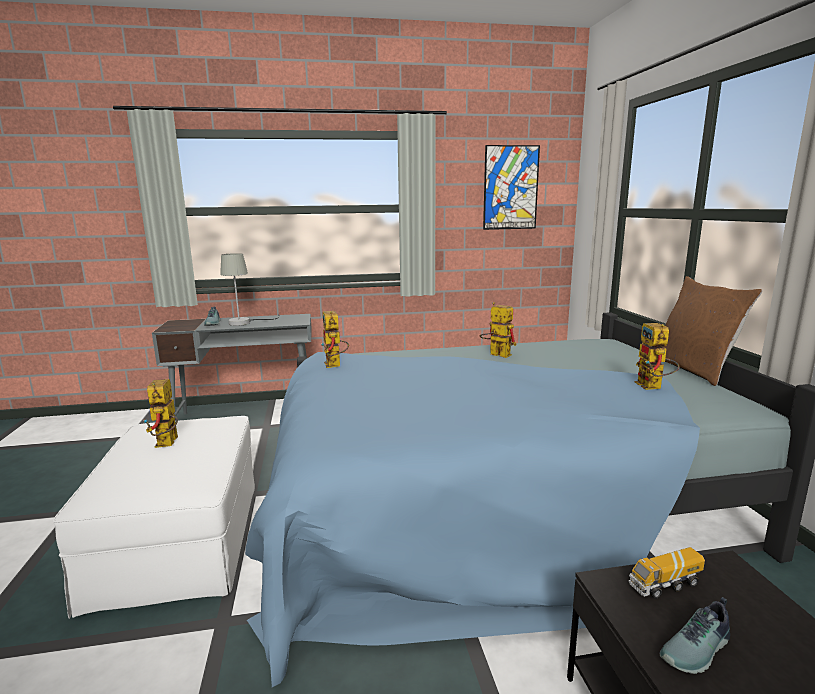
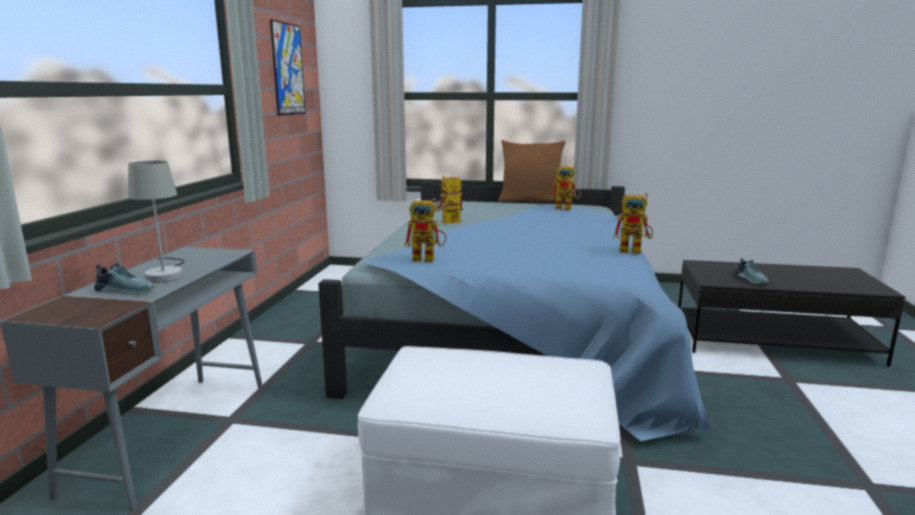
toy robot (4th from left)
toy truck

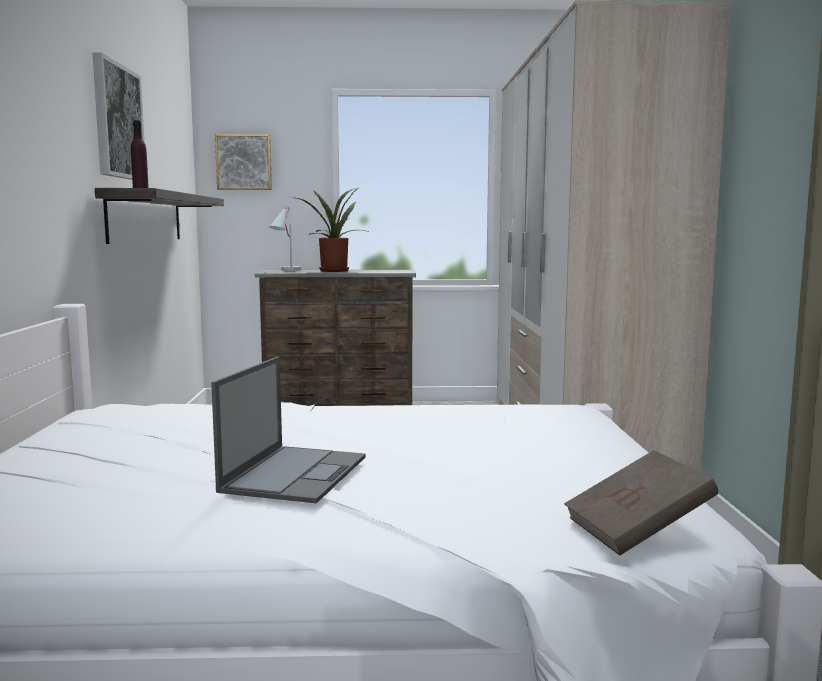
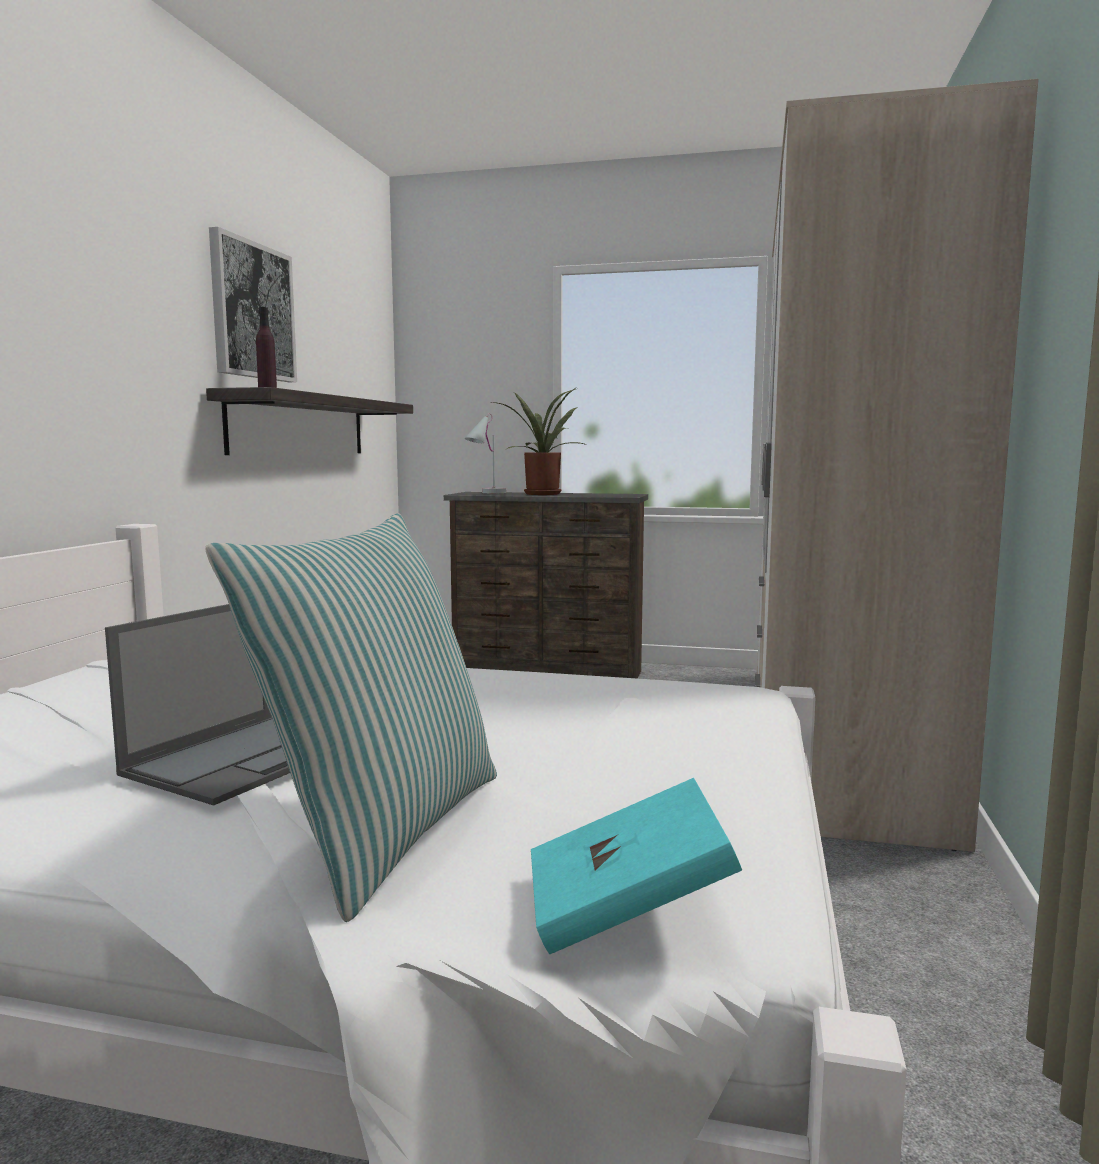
pillow
turquoise book
picture (2nd from left in the first image)

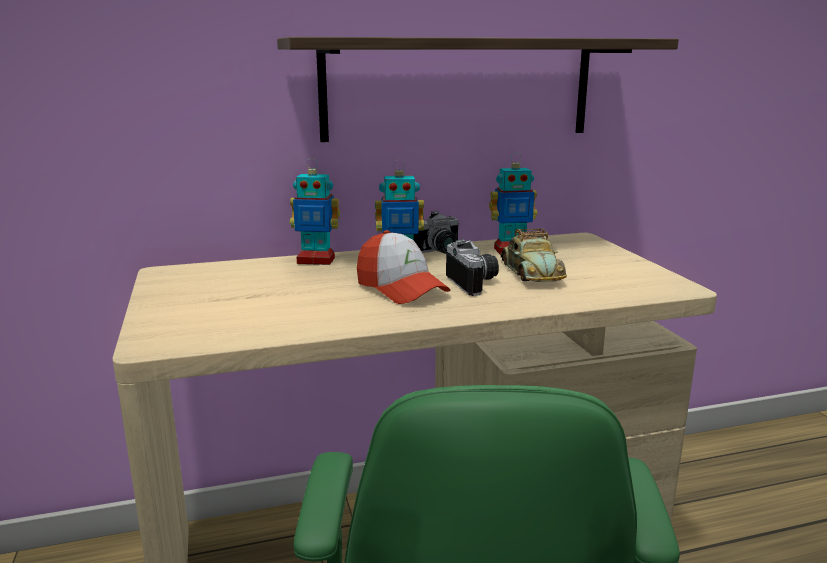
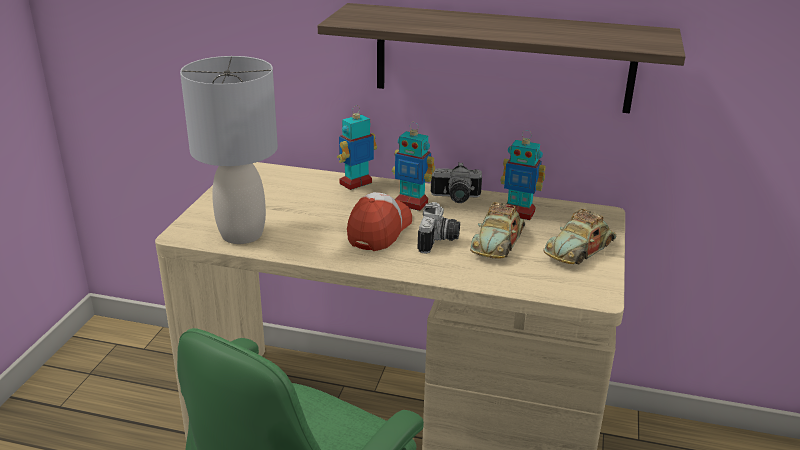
grey table lamp
toy robot (1st from left)
cap
toy car (2nd from left)

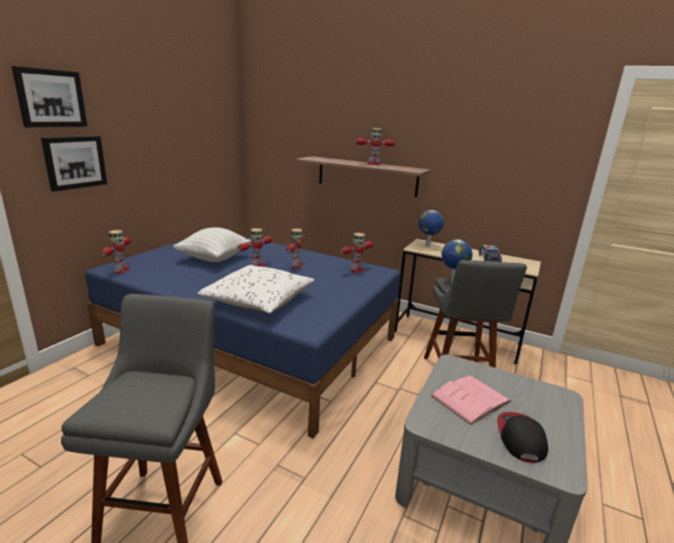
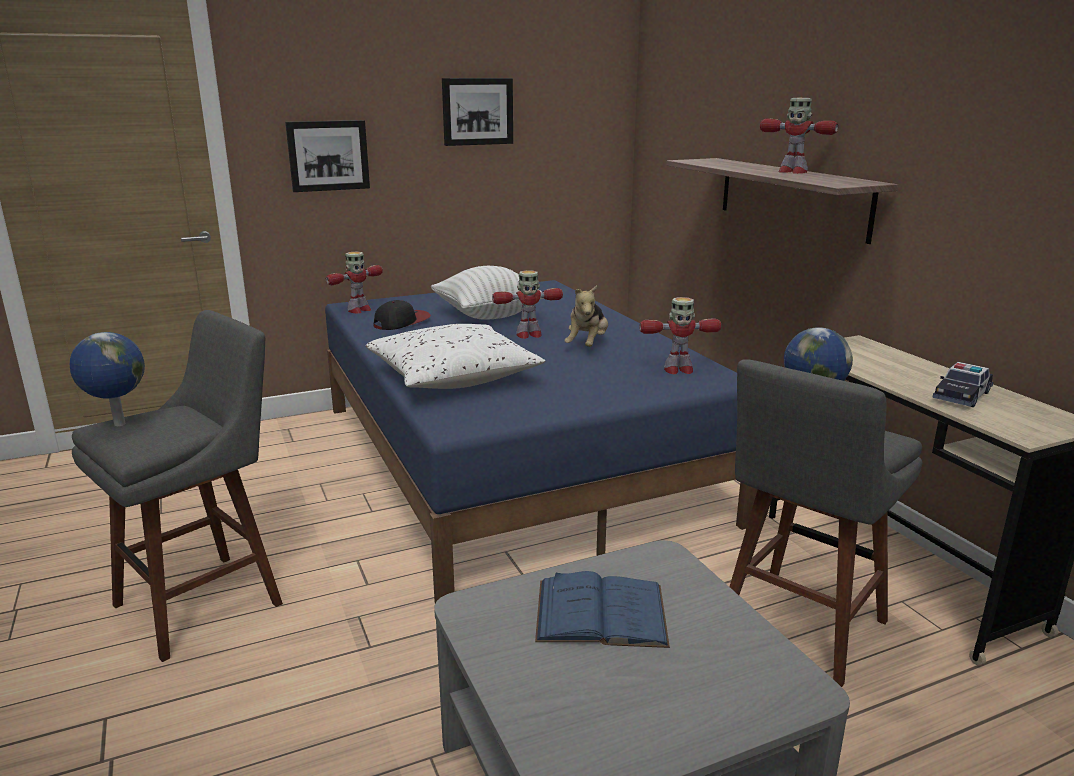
globe (1st from left)
cap
picture (2nd from left)
blue book
plush toy

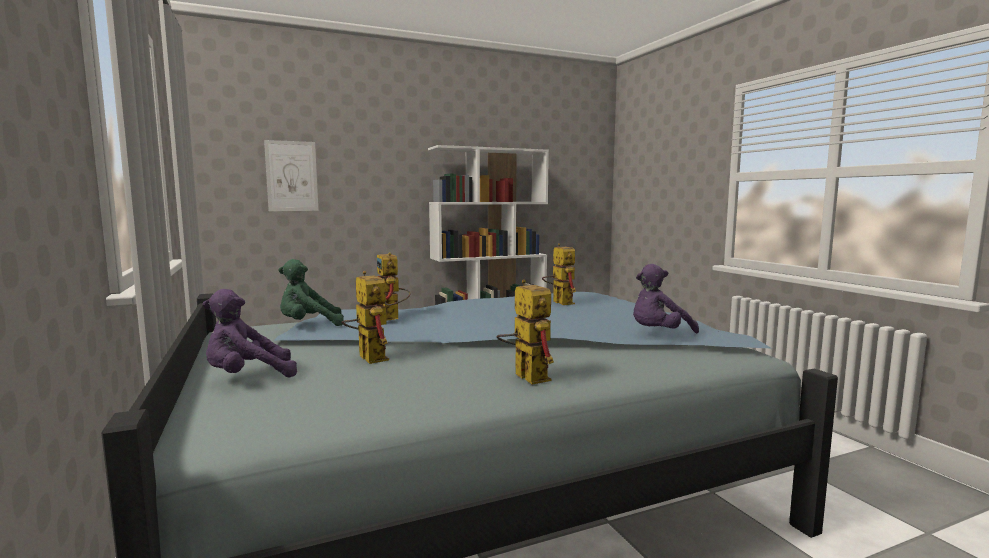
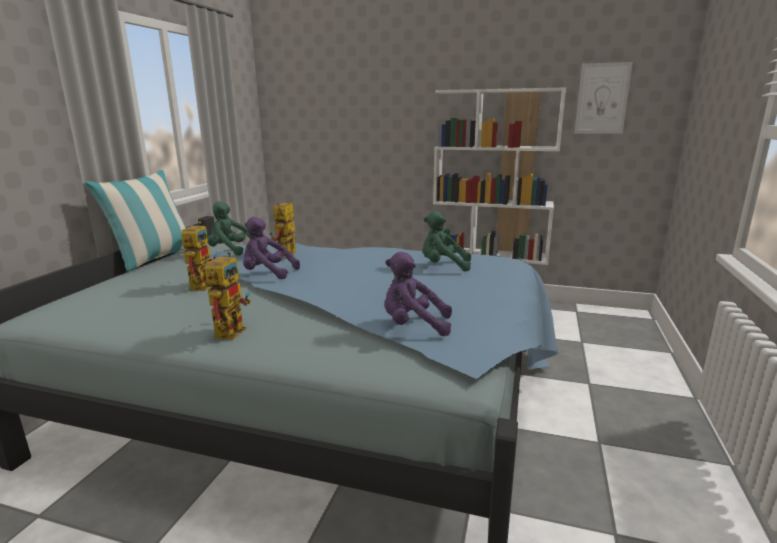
pillow
purple plush toy (1st from left)
green plush toy (2nd from left)
picture

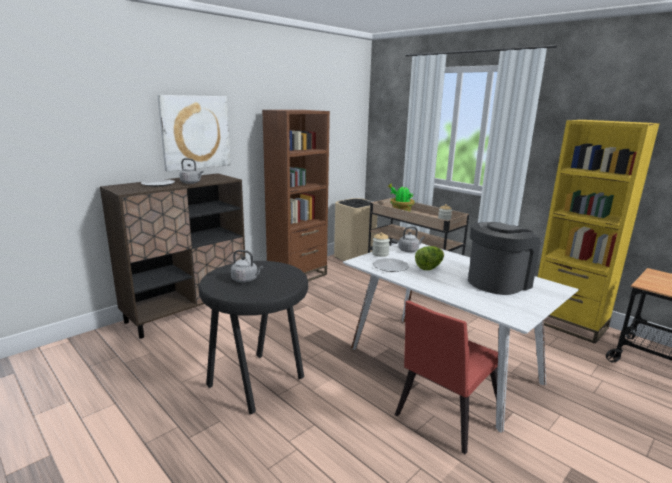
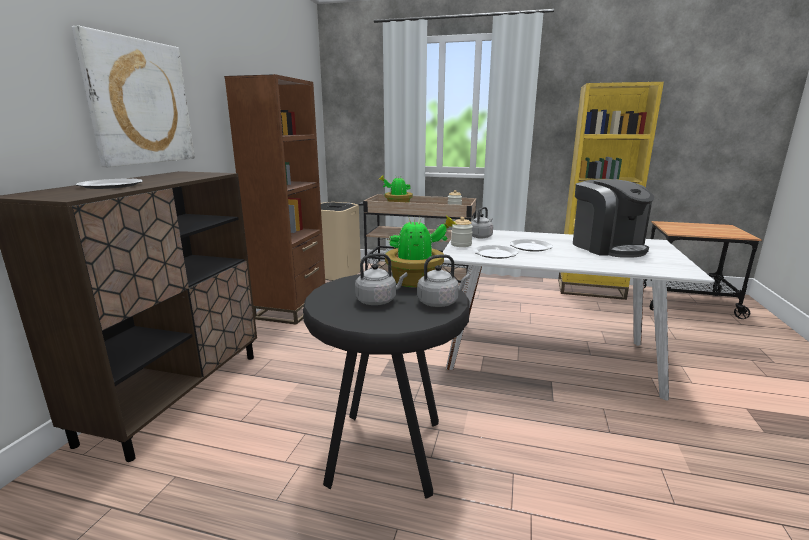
potted plant (2nd from left)
grey kettle (2nd from left)
plate (3rd from left)
coffee machine
red chair

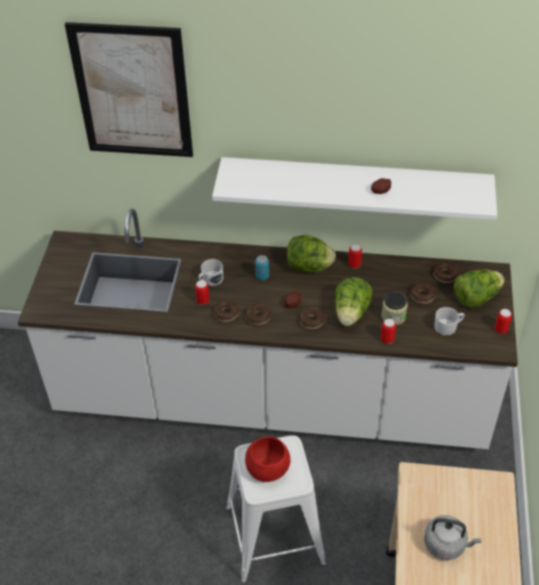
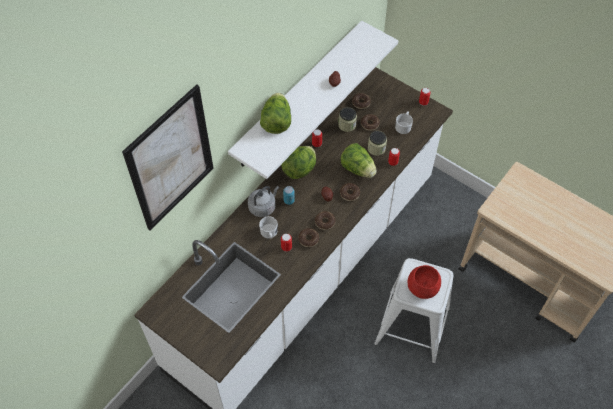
grey kettle
lettuce (1st from left)
jar (1st from left)

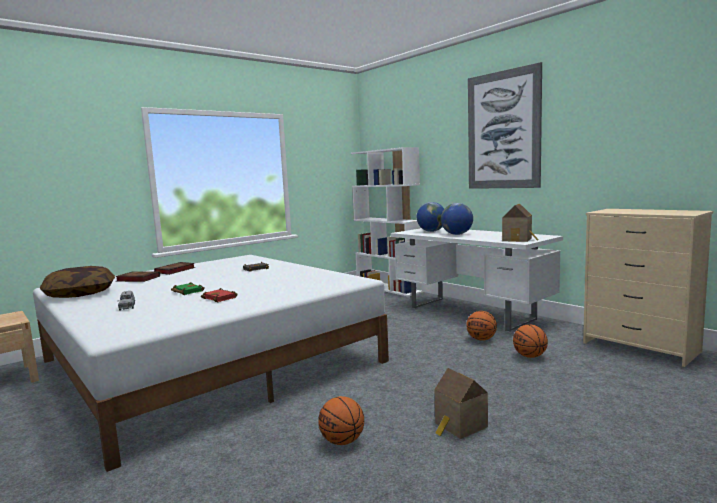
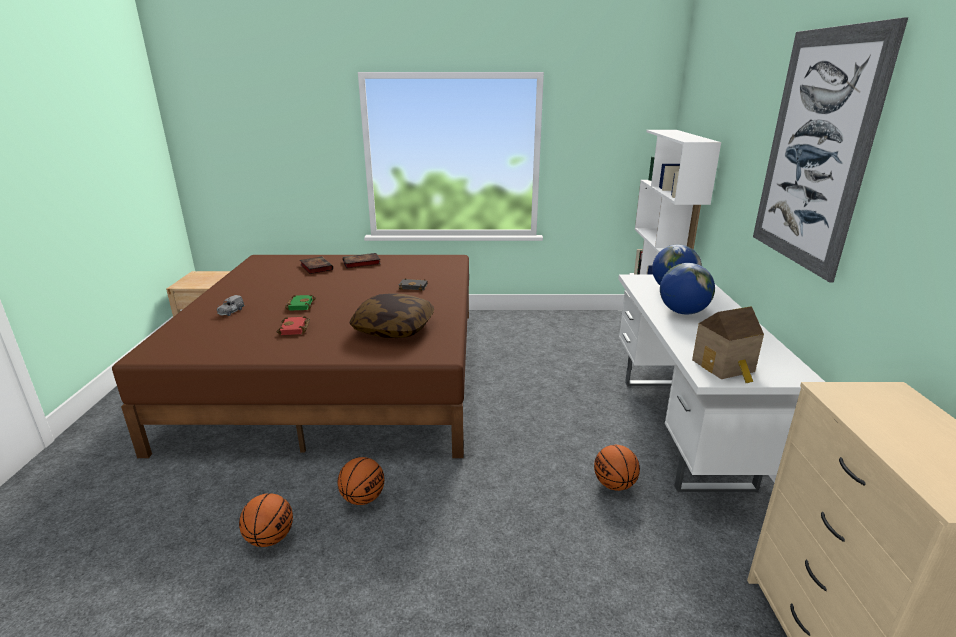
brown bed
basketball (2nd from left)
pillow
toy house (1st from left in the first image)

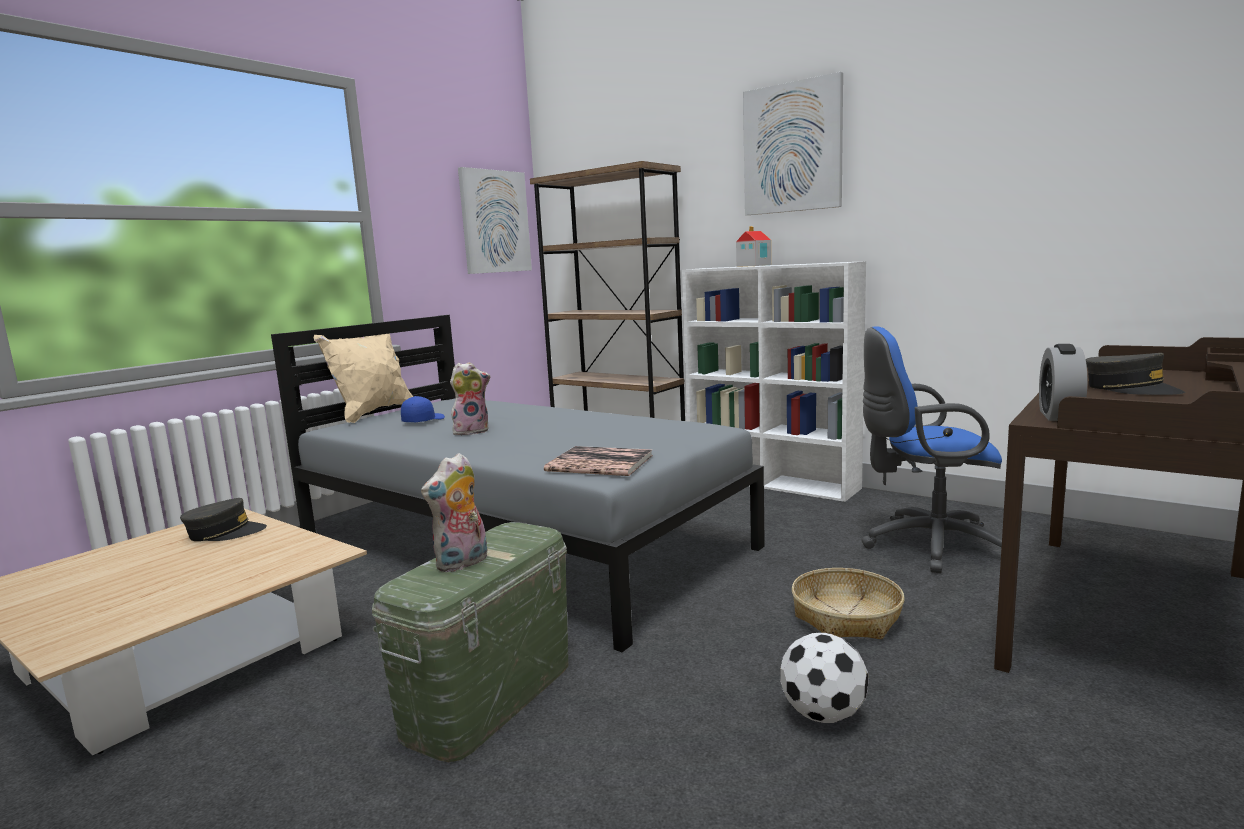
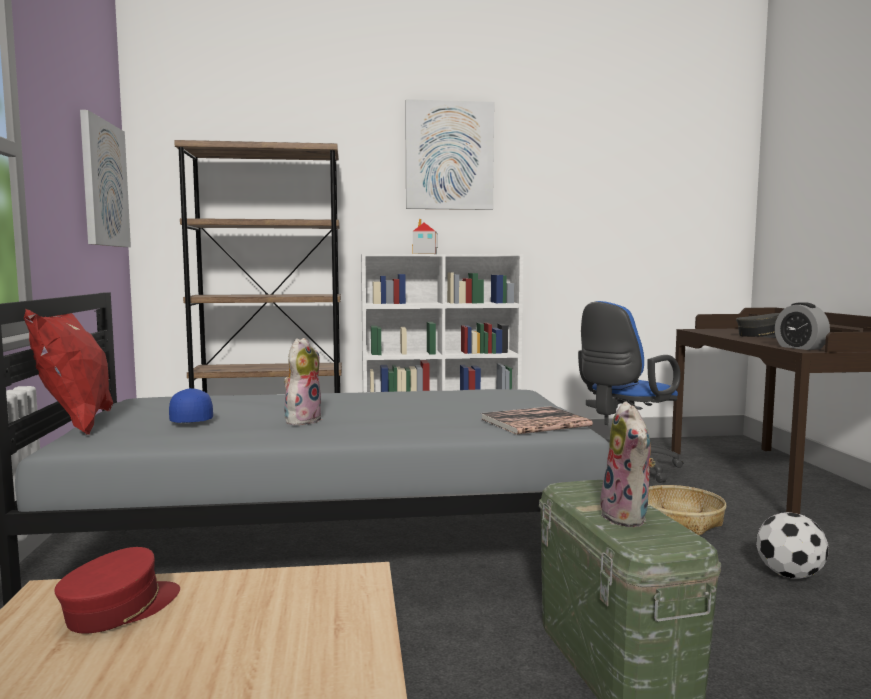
red pillow
red cap

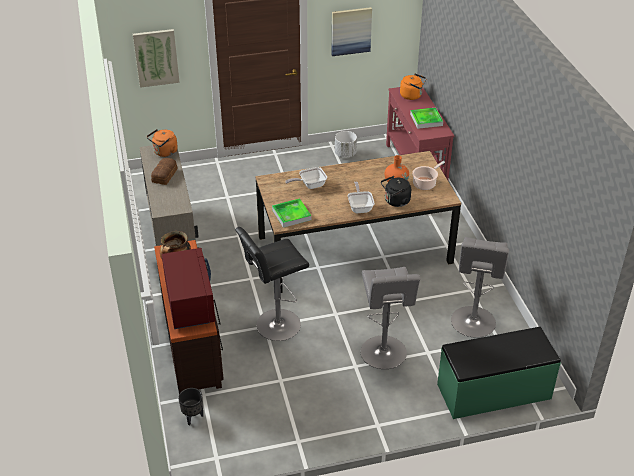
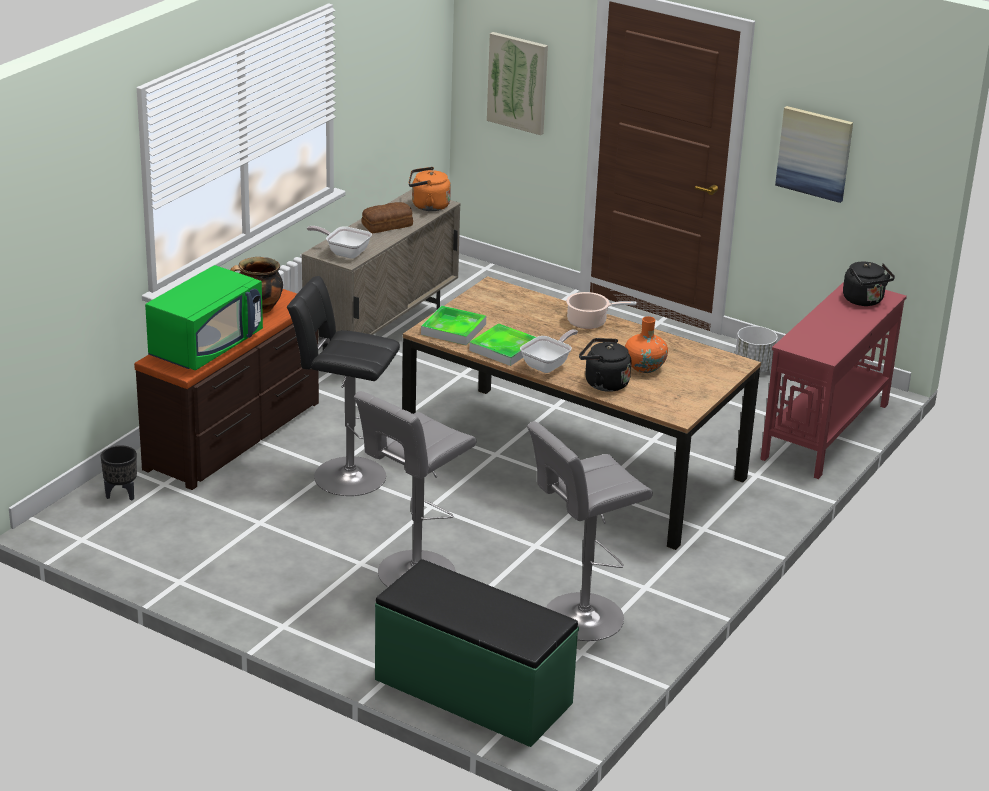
green microwave
frying pan (1st from left)
tray (2nd from left)
cooking pot (2nd from left)
black kettle (2nd from left)

